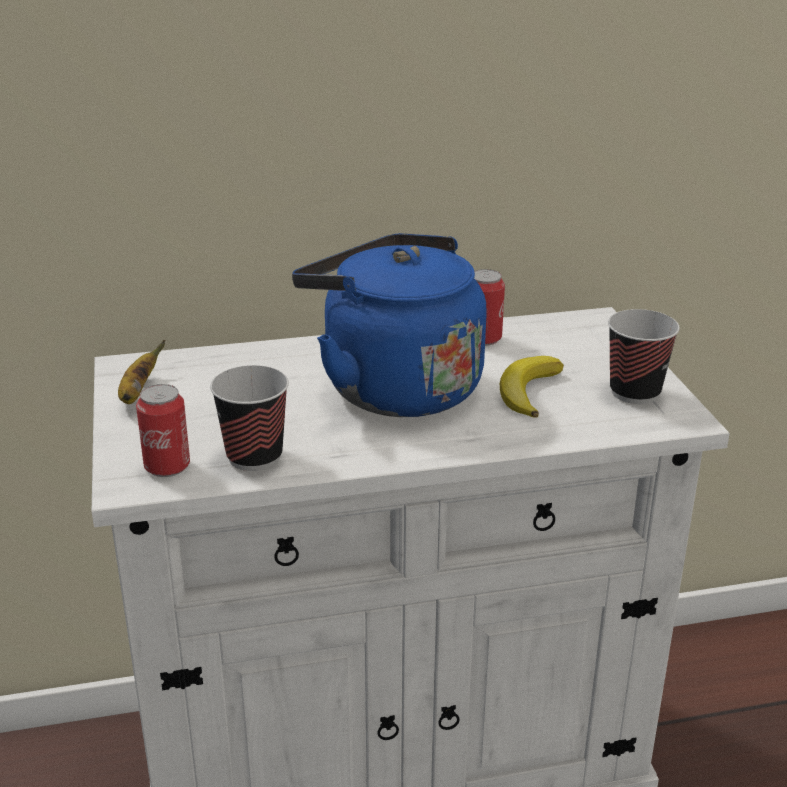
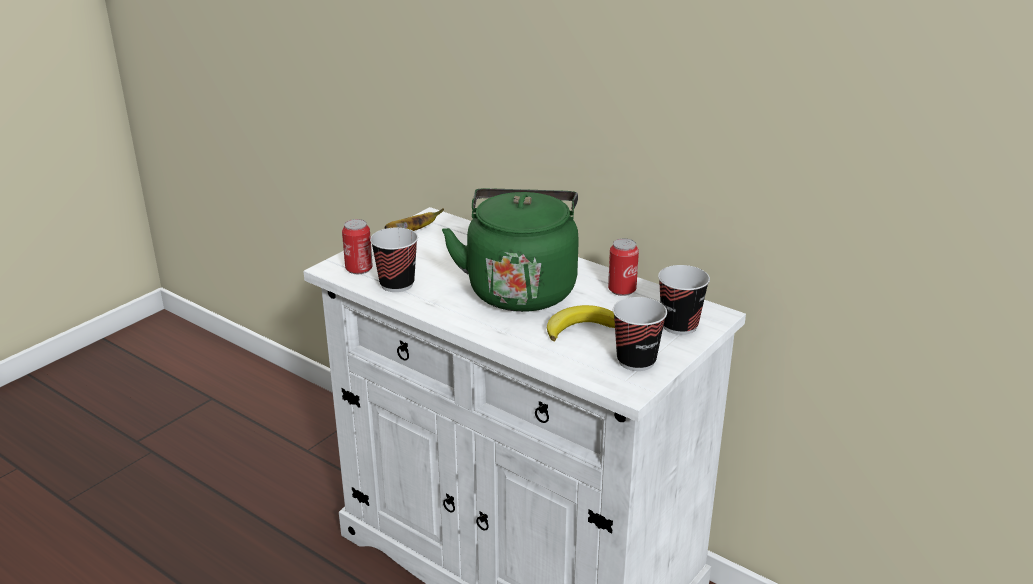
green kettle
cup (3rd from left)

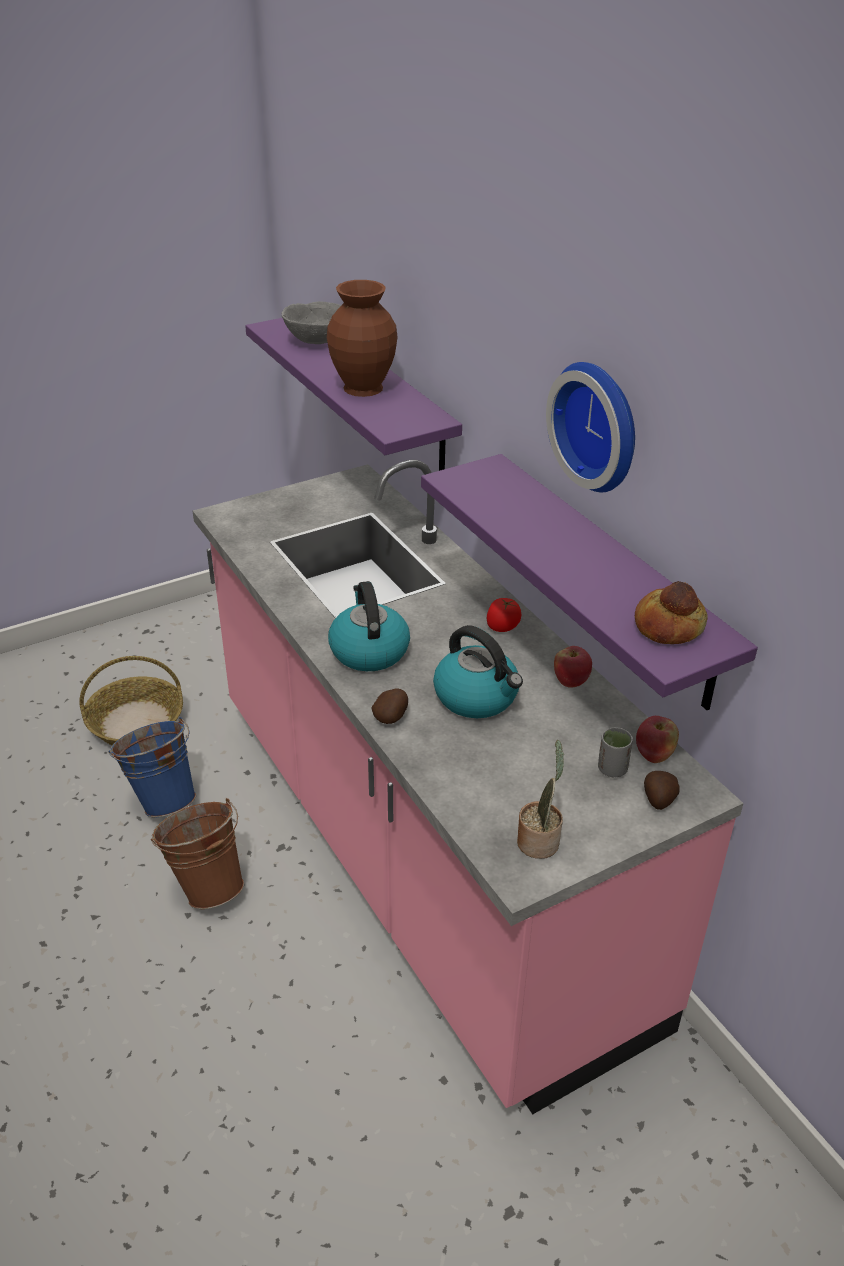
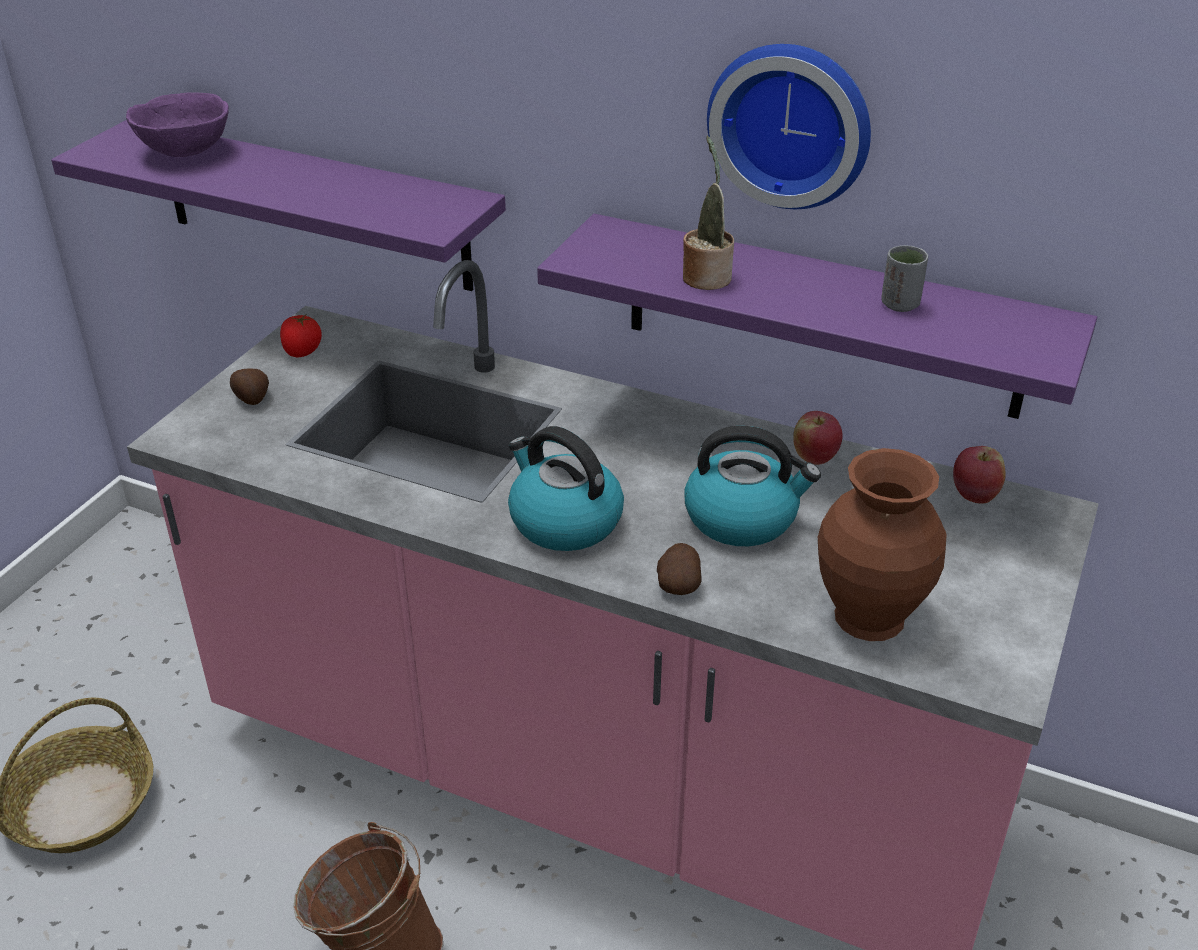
purple bowl
potato (1st from left)
tomato
potted plant
brown vase
grey cup
blue bucket
bread

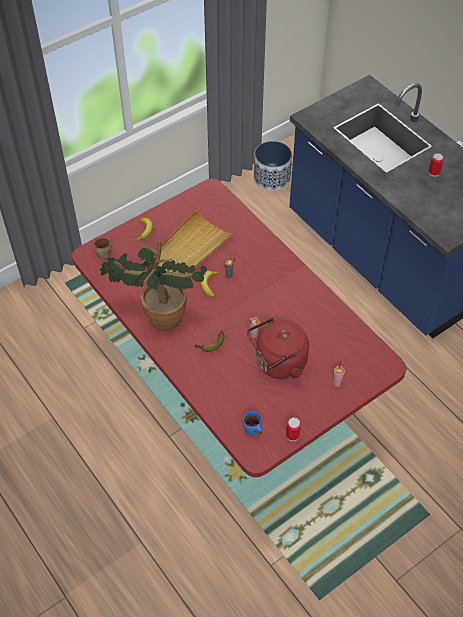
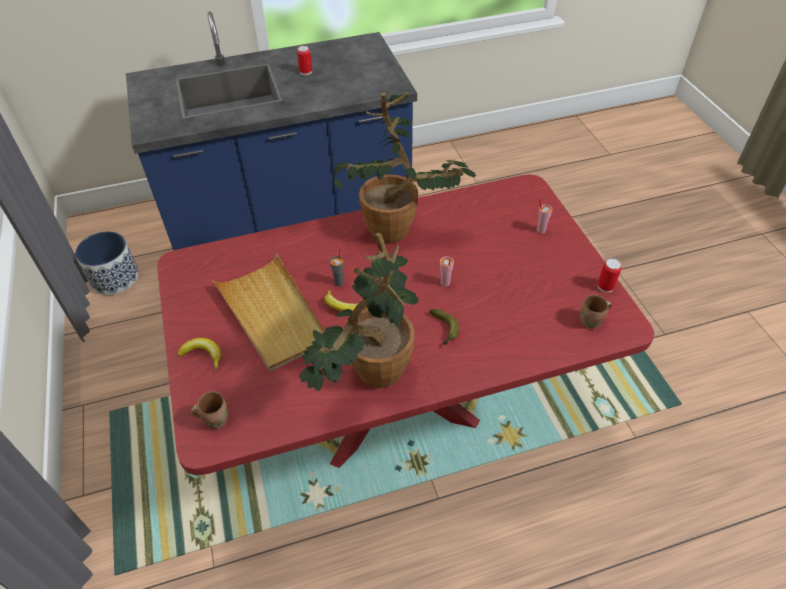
potted plant (2nd from left)
brown mug (2nd from left)
red kettle

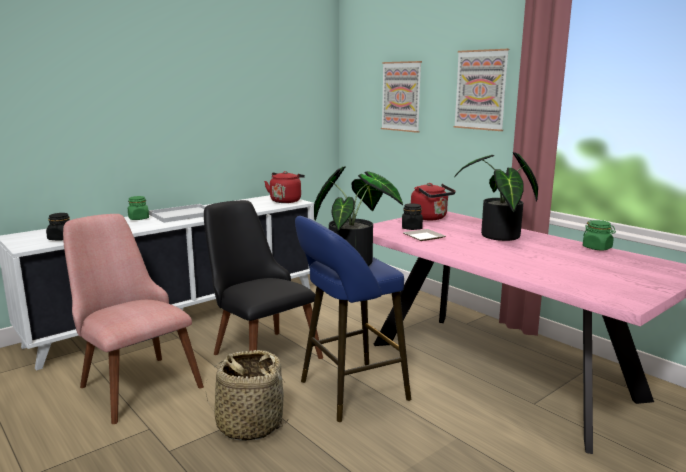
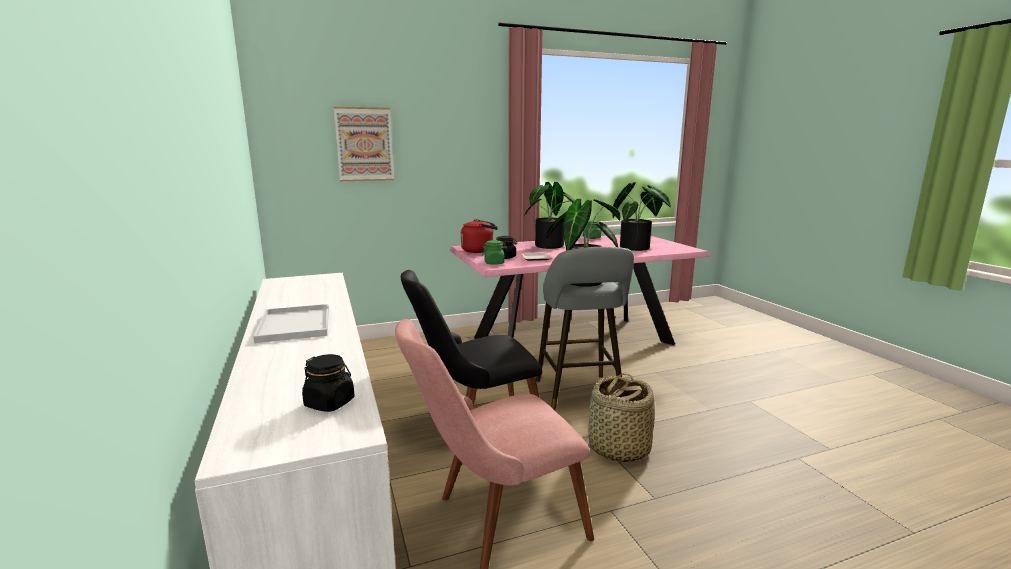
green jar (1st from left)
grey stool
potted plant (3rd from left)
red kettle (1st from left in the first image)
picture (2nd from left in the first image)

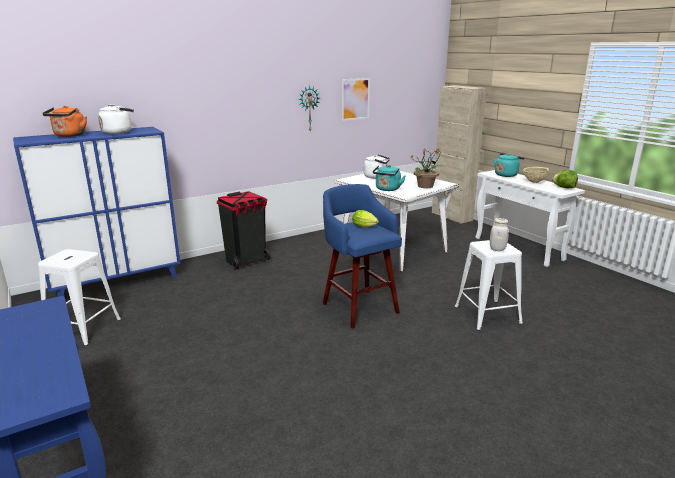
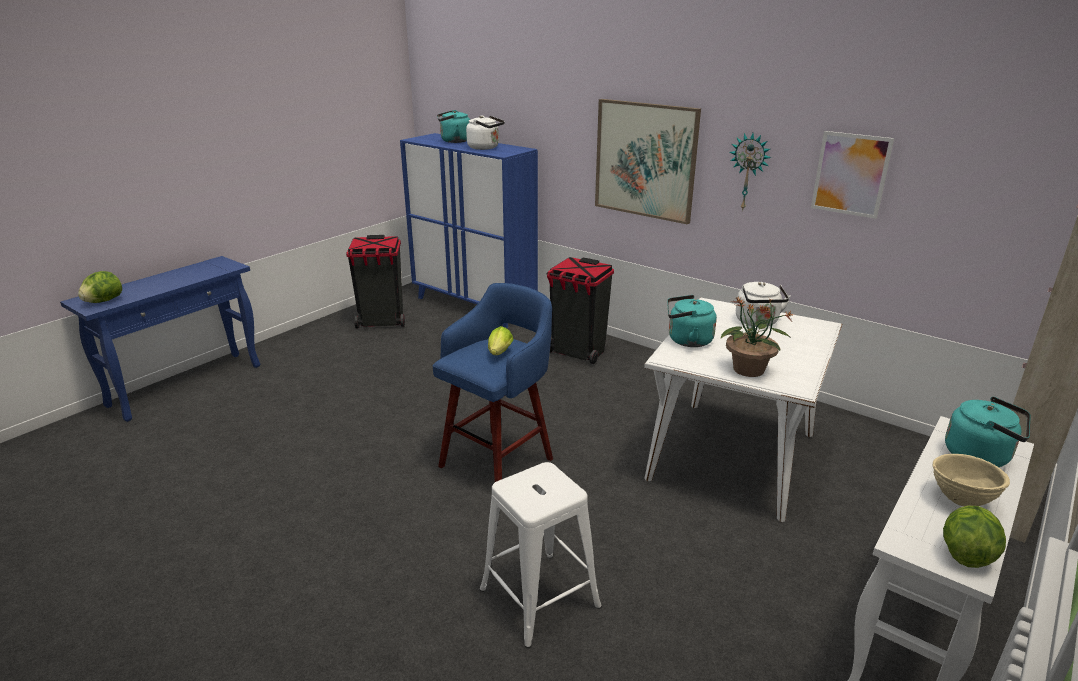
lettuce (1st from left)
black trash can (1st from left)
turquoise kettle (1st from left)
picture (1st from left)
white jar

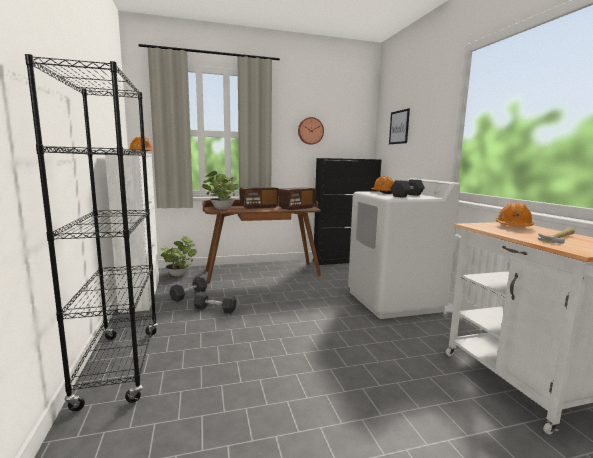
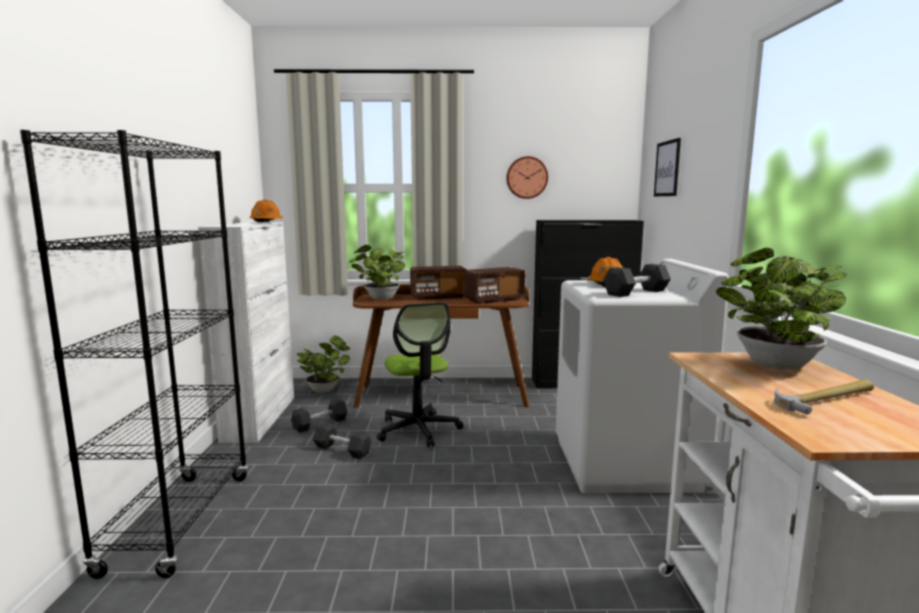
office chair
potted plant (3rd from left)

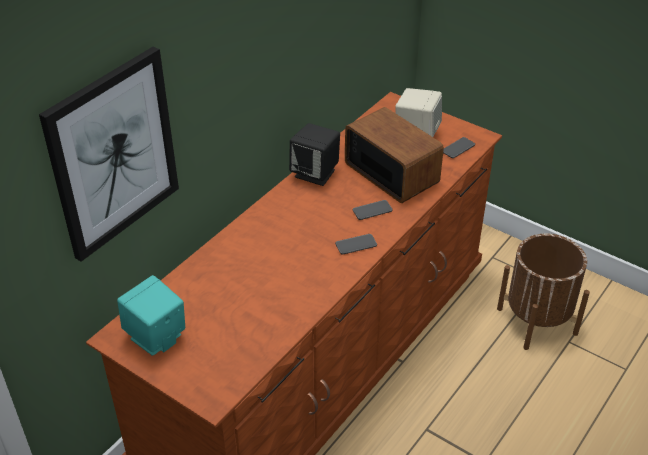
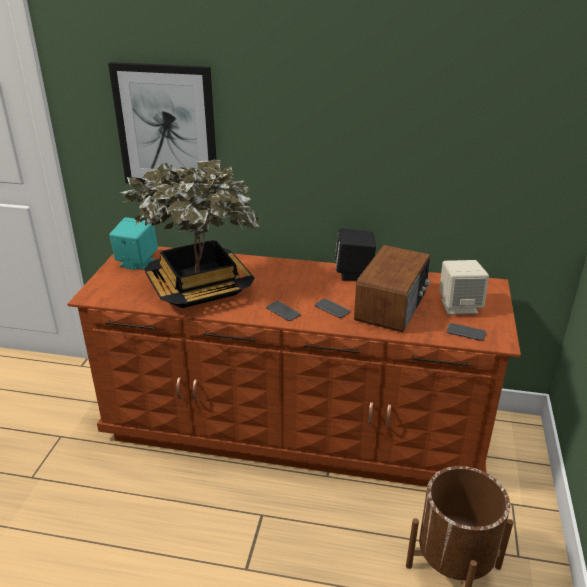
potted plant

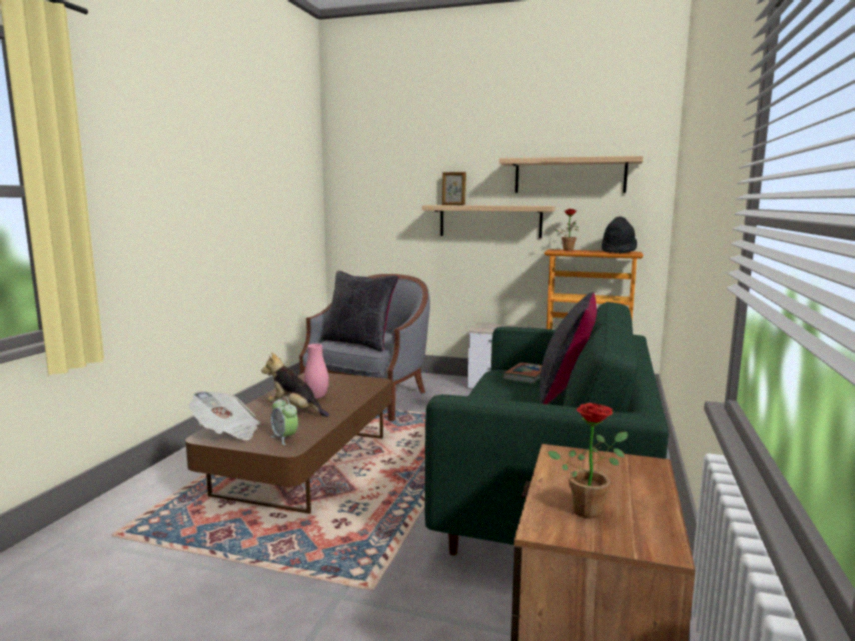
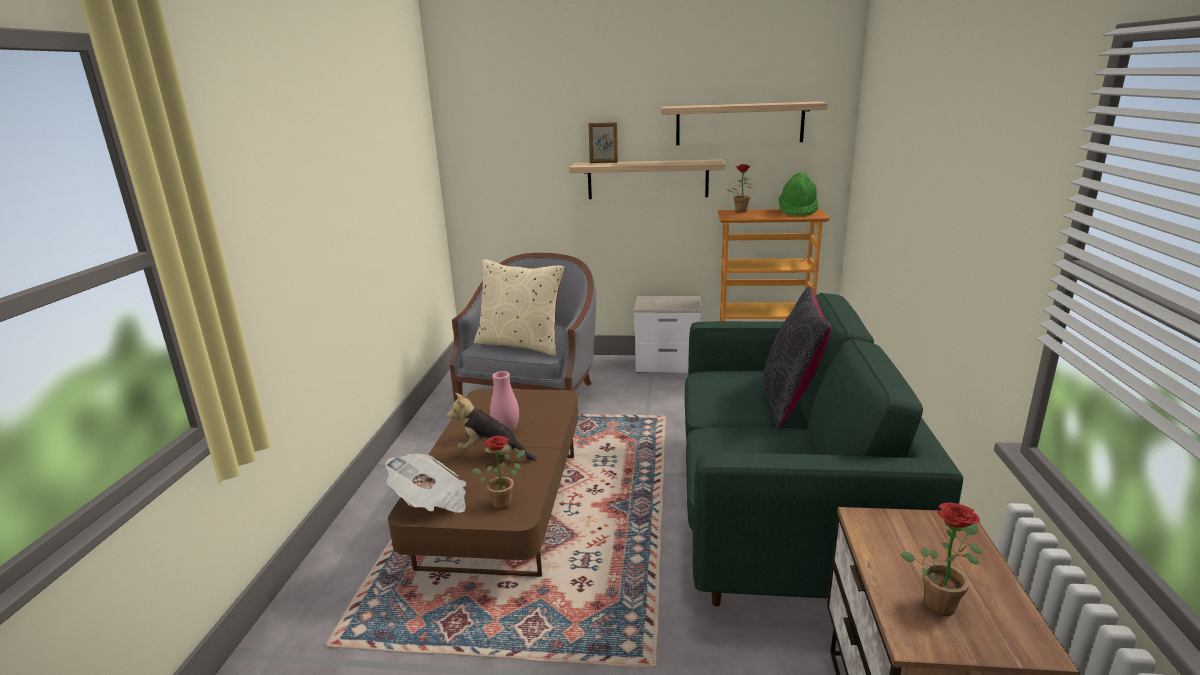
potted plant (1st from left)
beige pillow
green hat
book

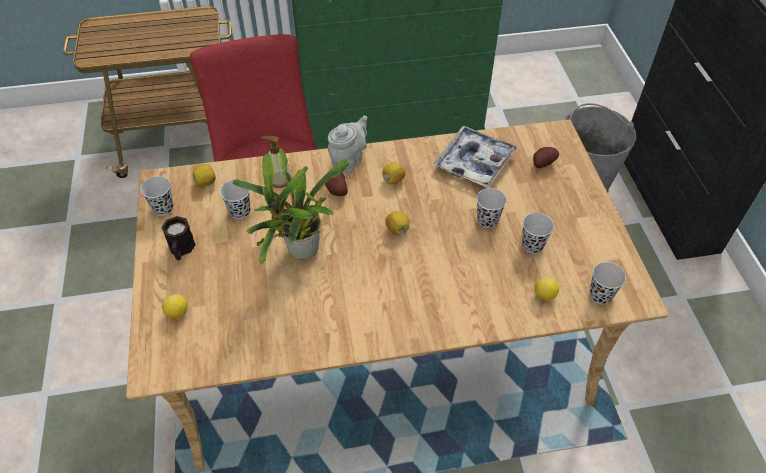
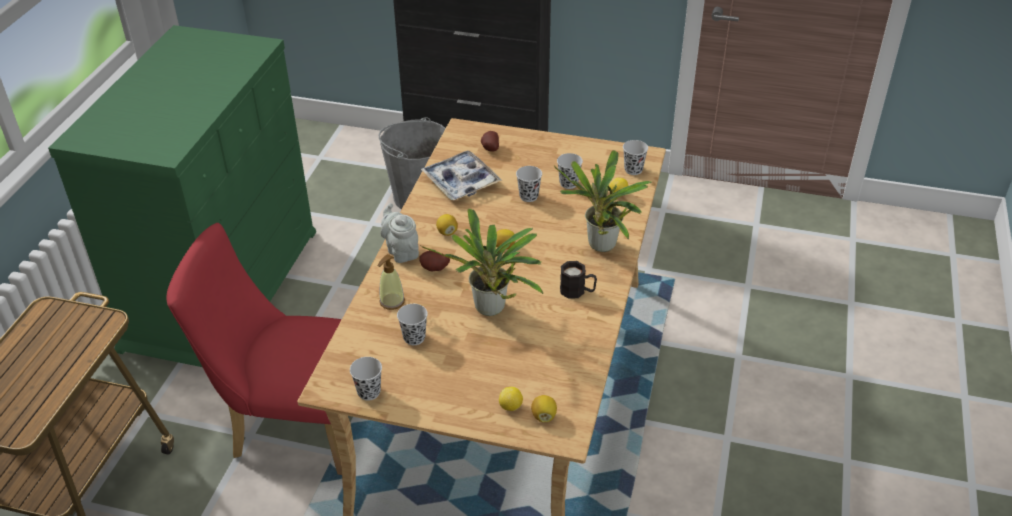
lemon (4th from left)
potted plant (2nd from left)
black mug

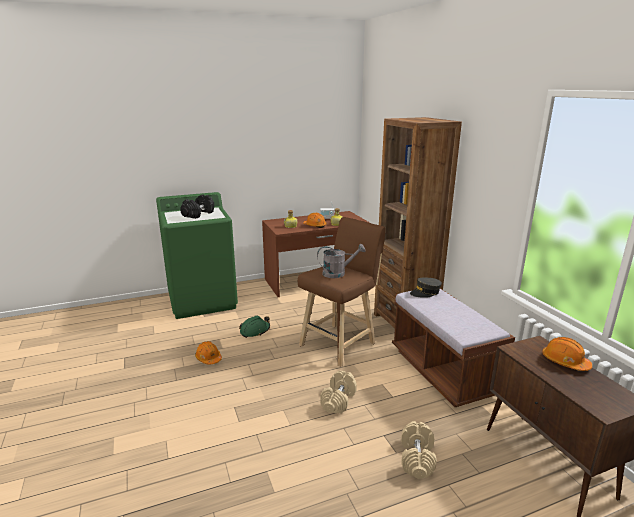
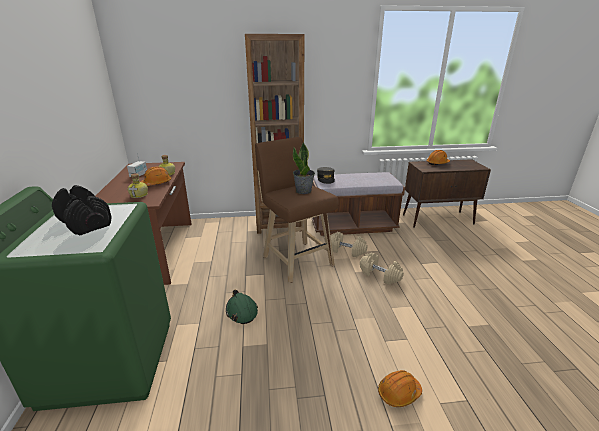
potted plant
beige dumbbell (1st from left)
orange hard hat (2nd from left)

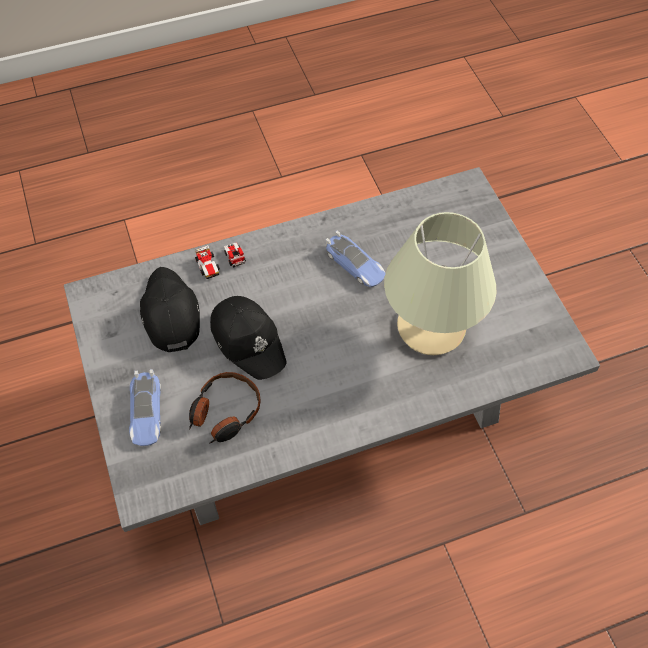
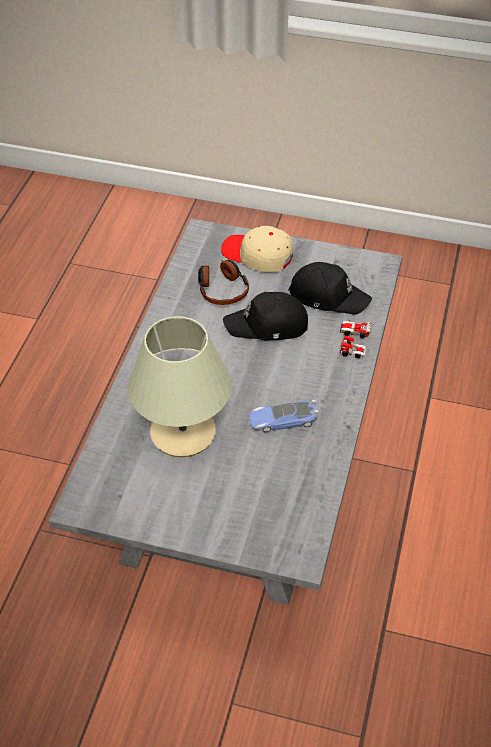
beige cap

